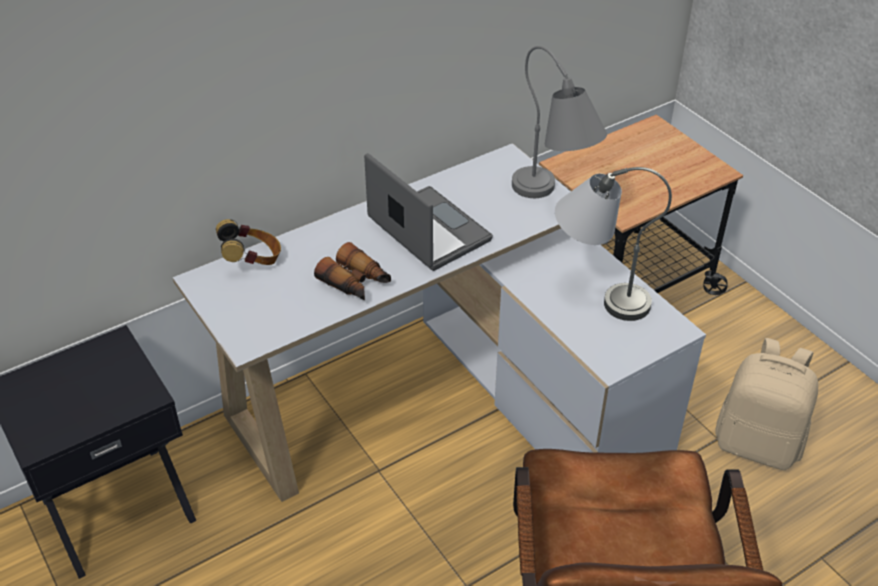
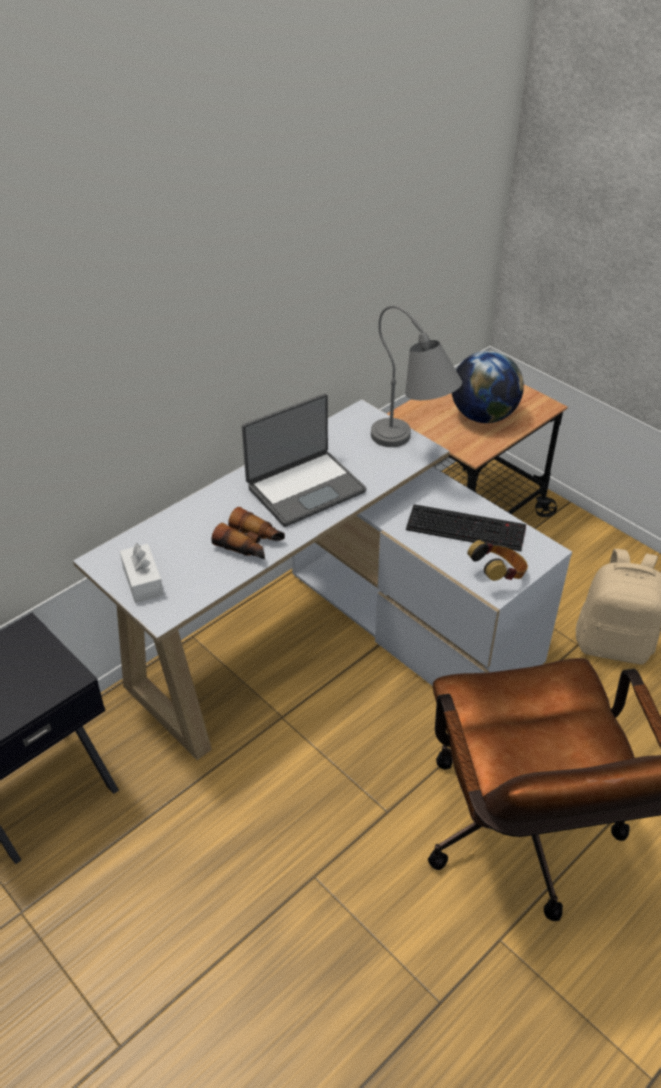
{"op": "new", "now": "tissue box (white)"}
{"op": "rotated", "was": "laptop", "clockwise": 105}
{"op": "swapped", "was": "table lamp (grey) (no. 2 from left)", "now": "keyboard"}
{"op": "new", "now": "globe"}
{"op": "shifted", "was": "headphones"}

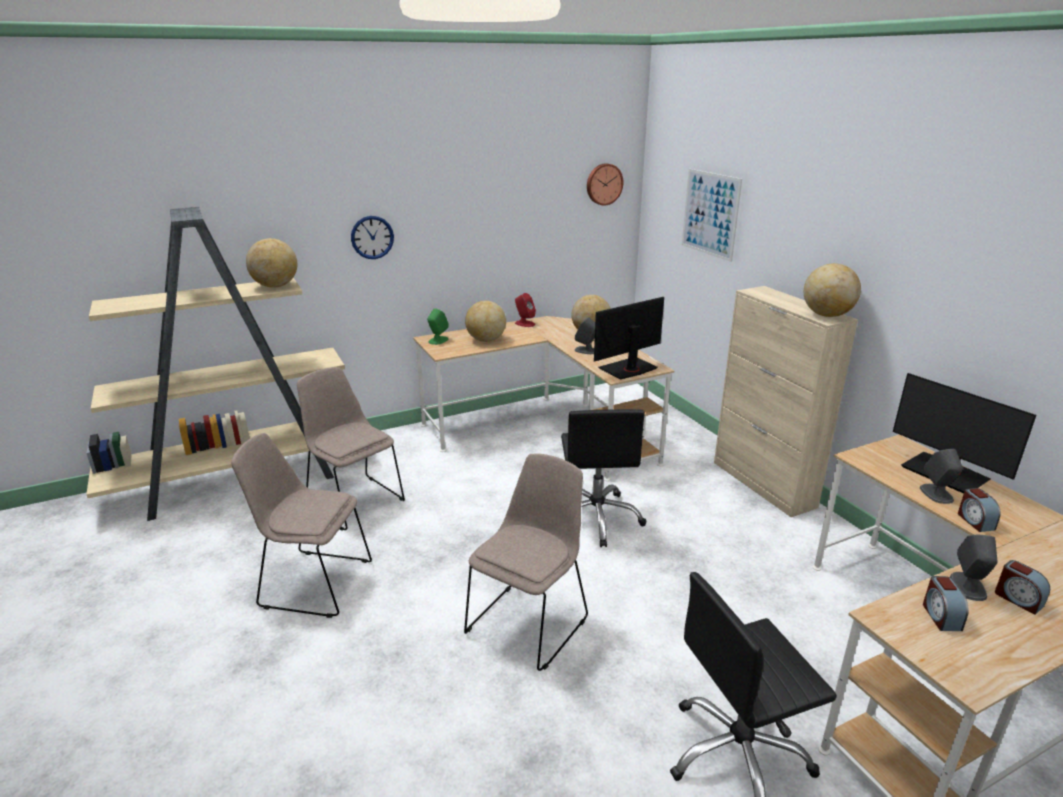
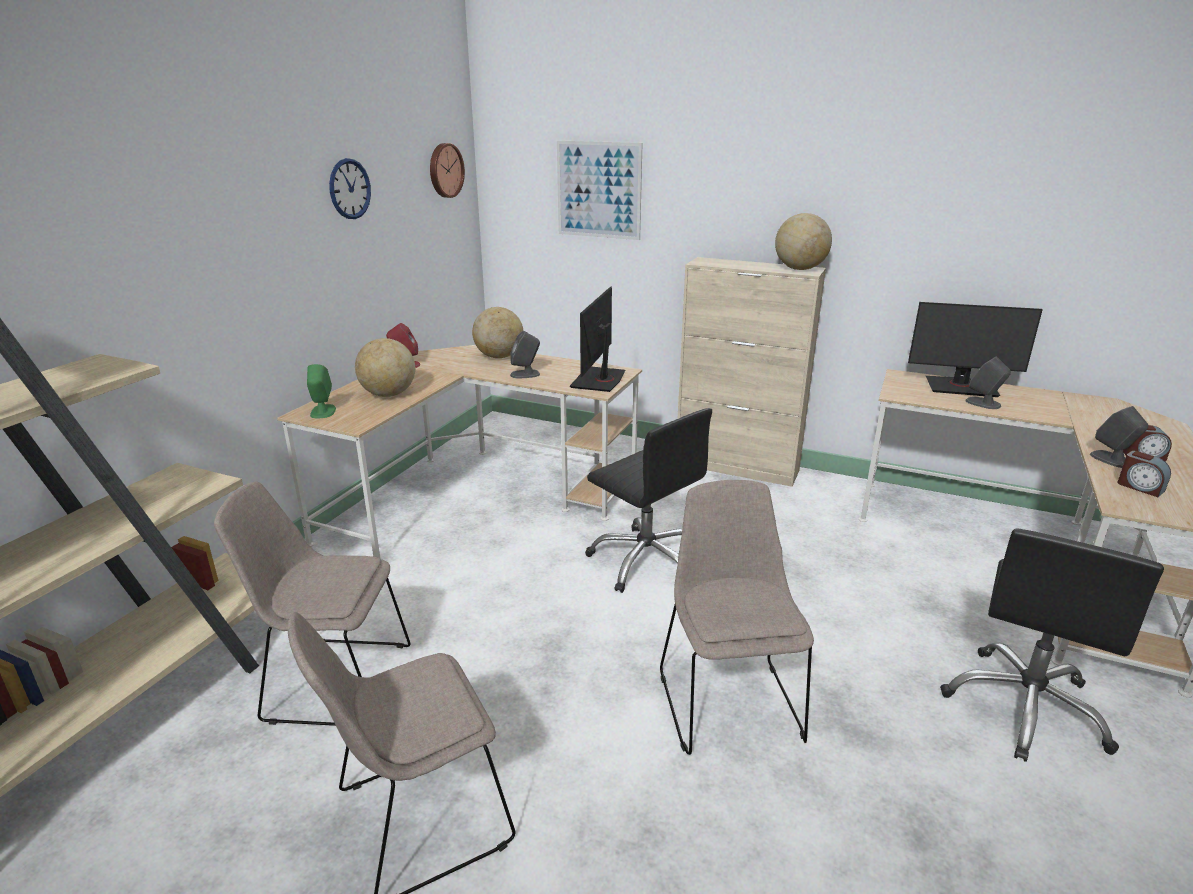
{"op": "shifted", "was": "wall clock (no. 1 from left)"}
{"op": "gone", "was": "globe (no. 1 from left)"}
{"op": "gone", "was": "alarm clock (no. 2 from left)"}

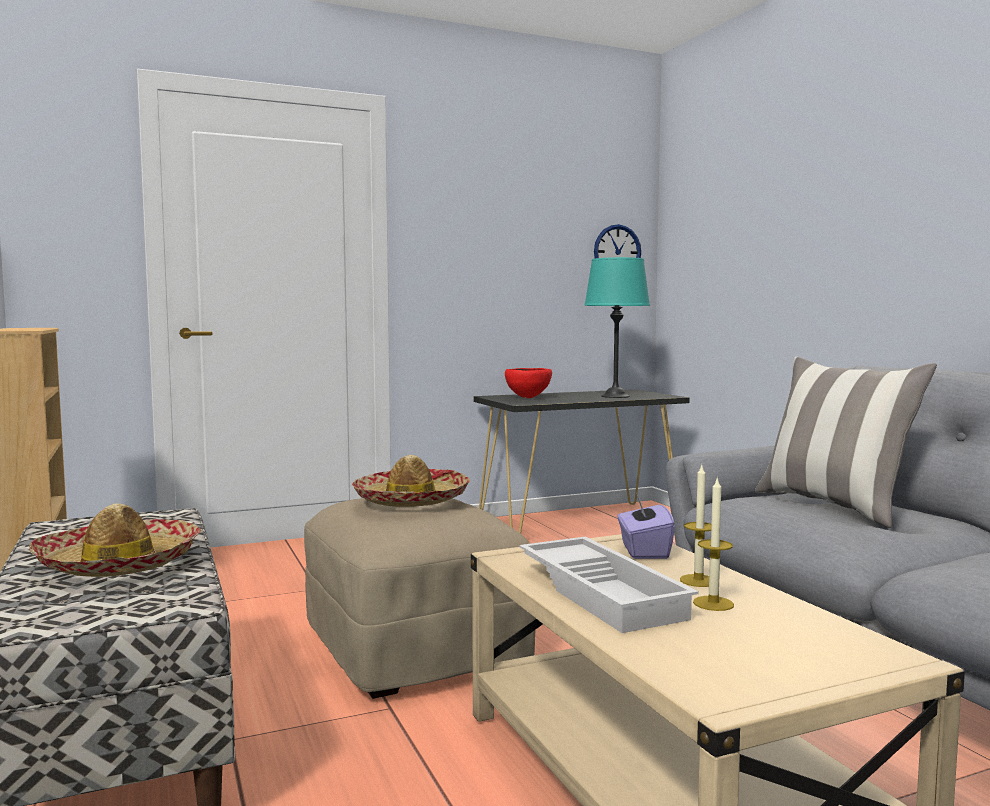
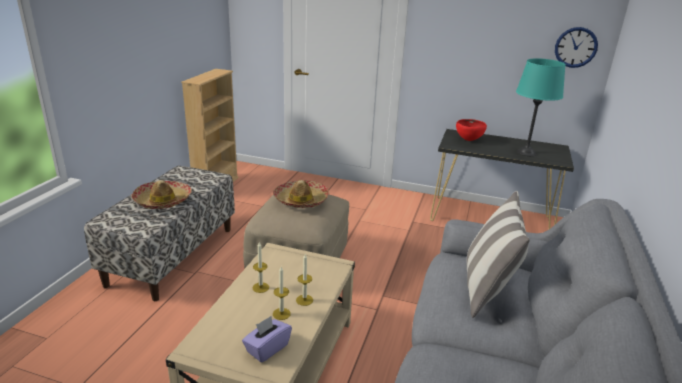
{"op": "shifted", "was": "tissue box (purple)"}
{"op": "swapped", "was": "tray (white)", "now": "candle (no. 1 from left)"}

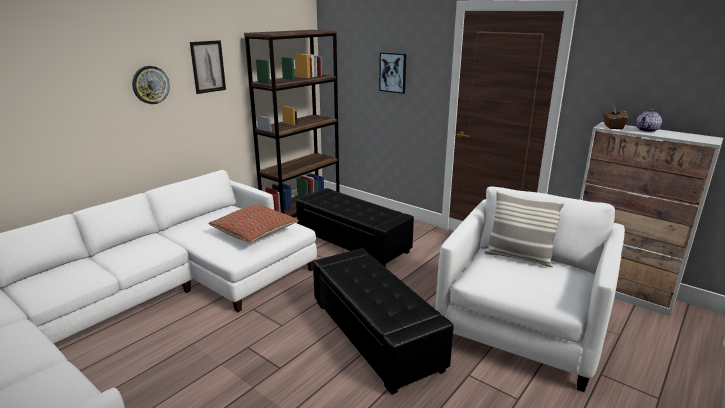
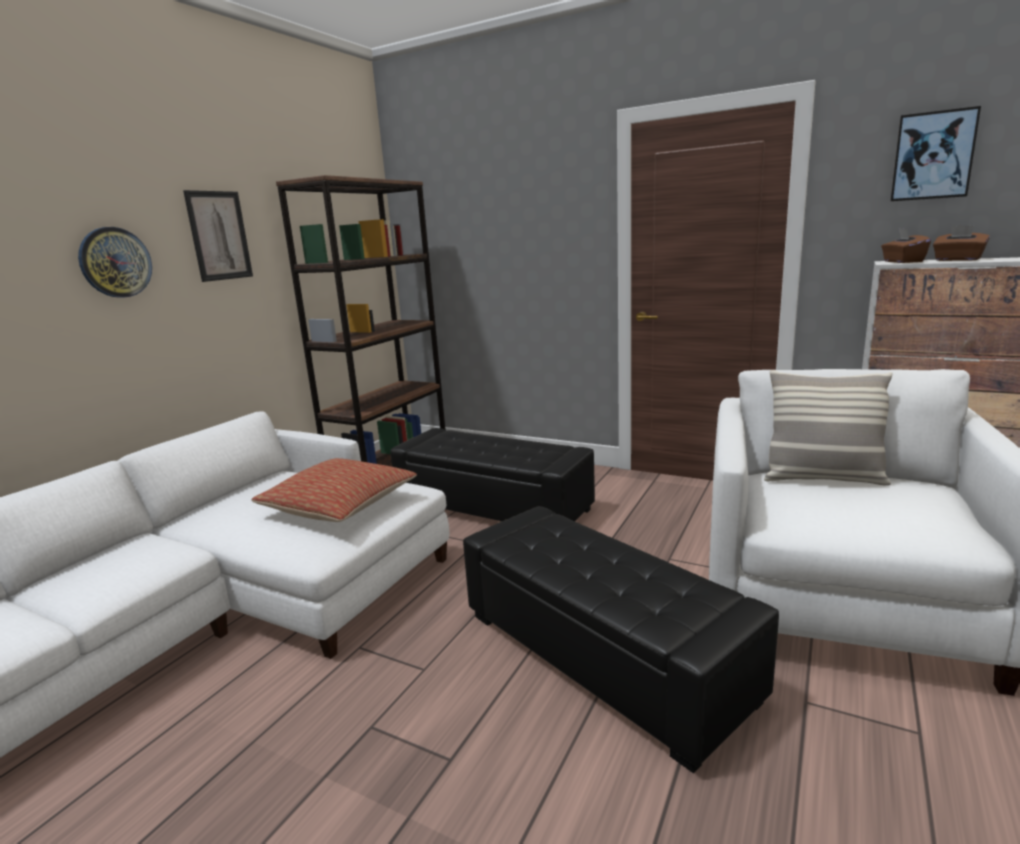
{"op": "shifted", "was": "picture (no. 2 from left)"}
{"op": "swapped", "was": "teapot", "now": "tissue box (brown) (no. 2 from left)"}

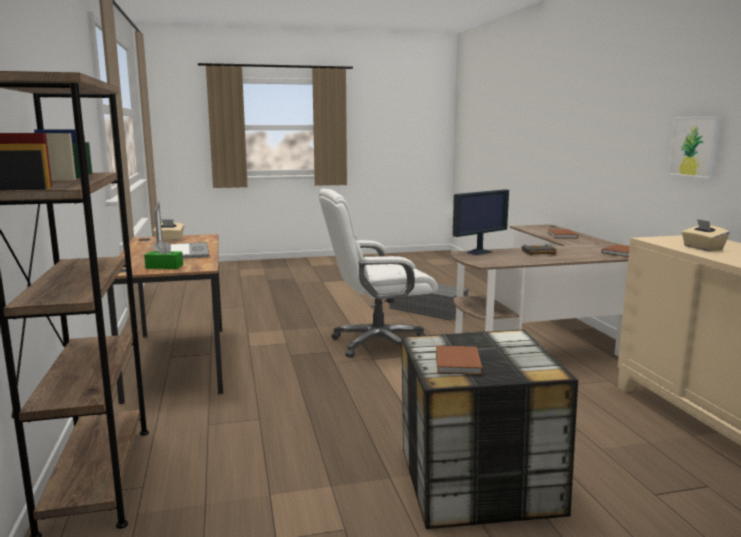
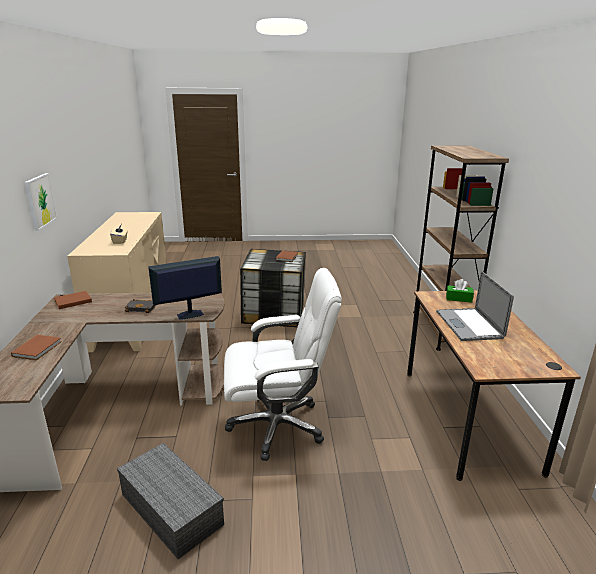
{"op": "gone", "was": "tissue box (beige) (no. 1 from left)"}

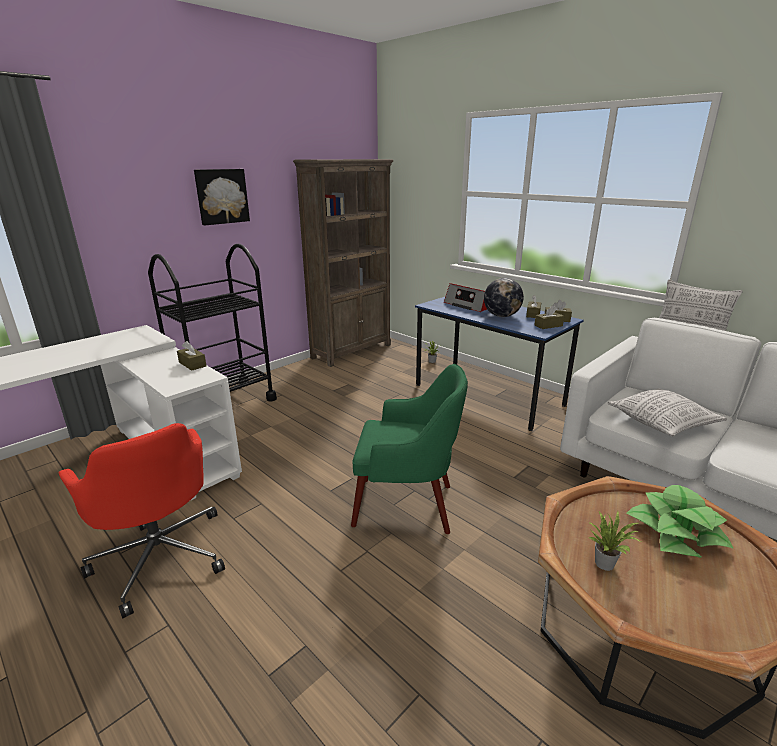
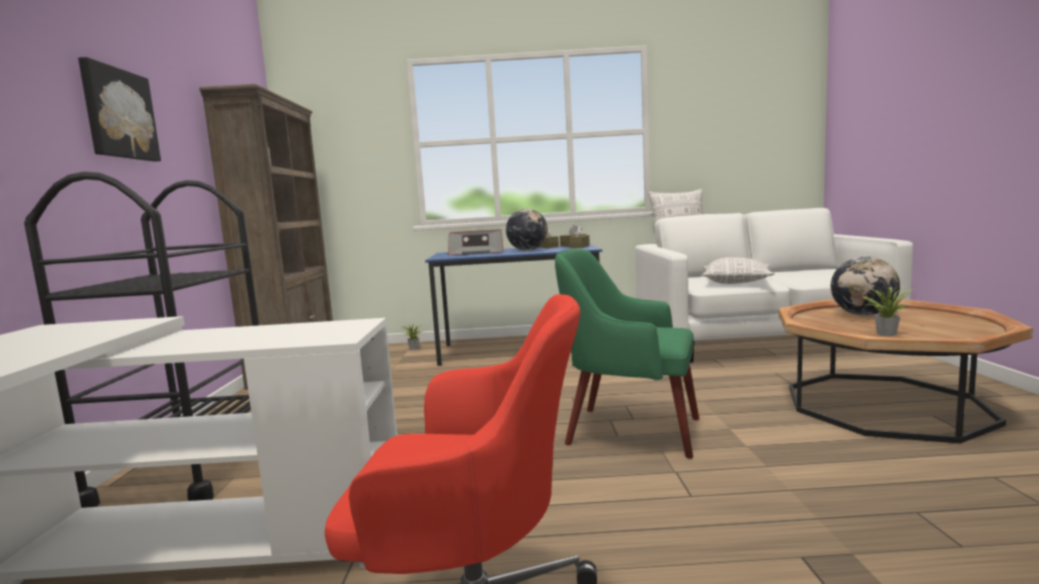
{"op": "rotated", "was": "armchair (green)", "clockwise": -120}
{"op": "swapped", "was": "potted plant (no. 3 from left)", "now": "globe (no. 2 from left)"}
{"op": "gone", "was": "tissue box (brown) (no. 1 from left)"}

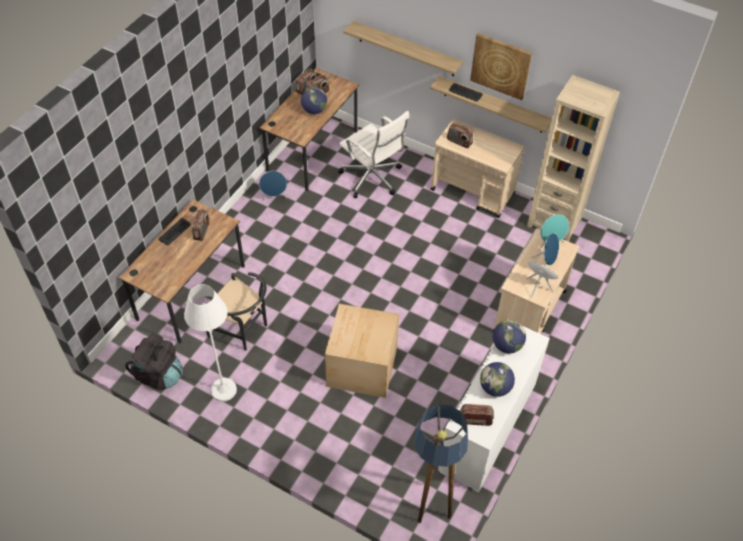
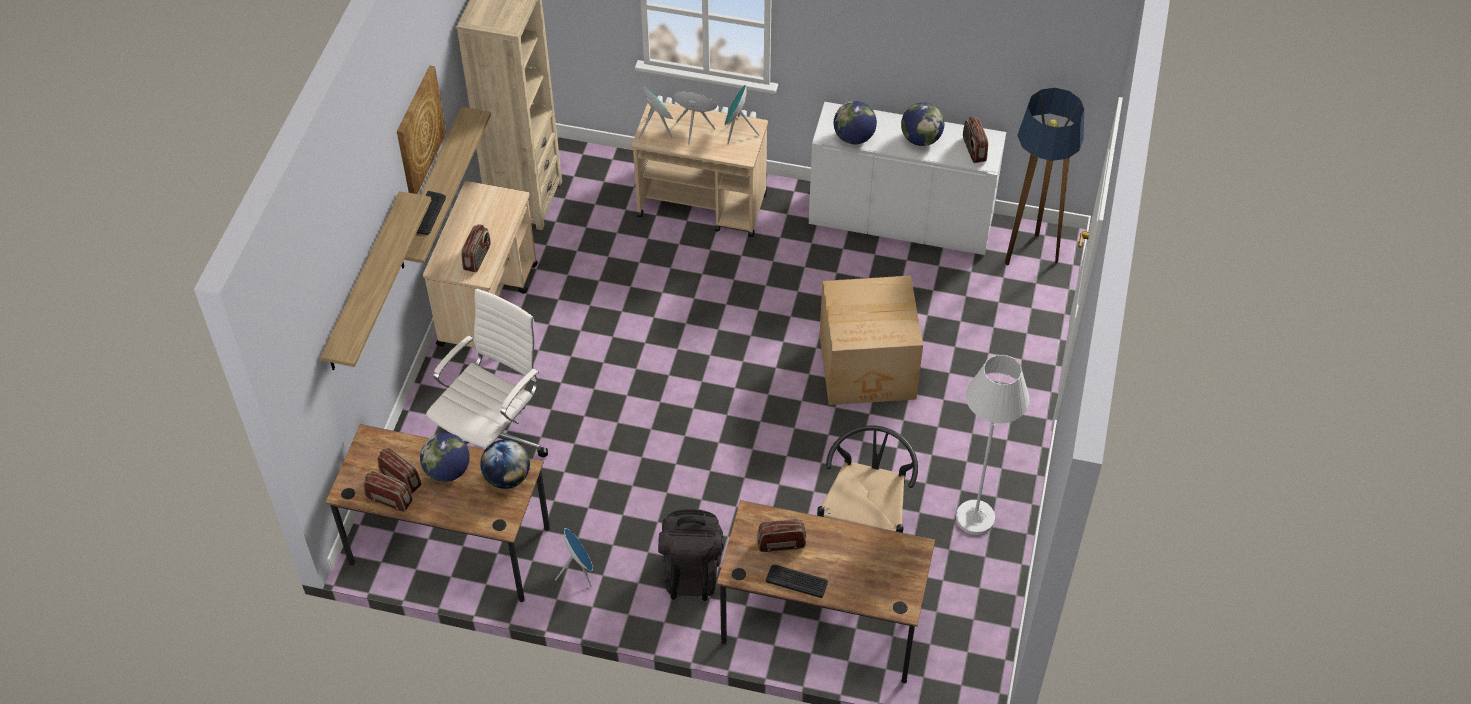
{"op": "new", "now": "globe (no. 2 from left)"}
{"op": "shifted", "was": "backpack (black)"}

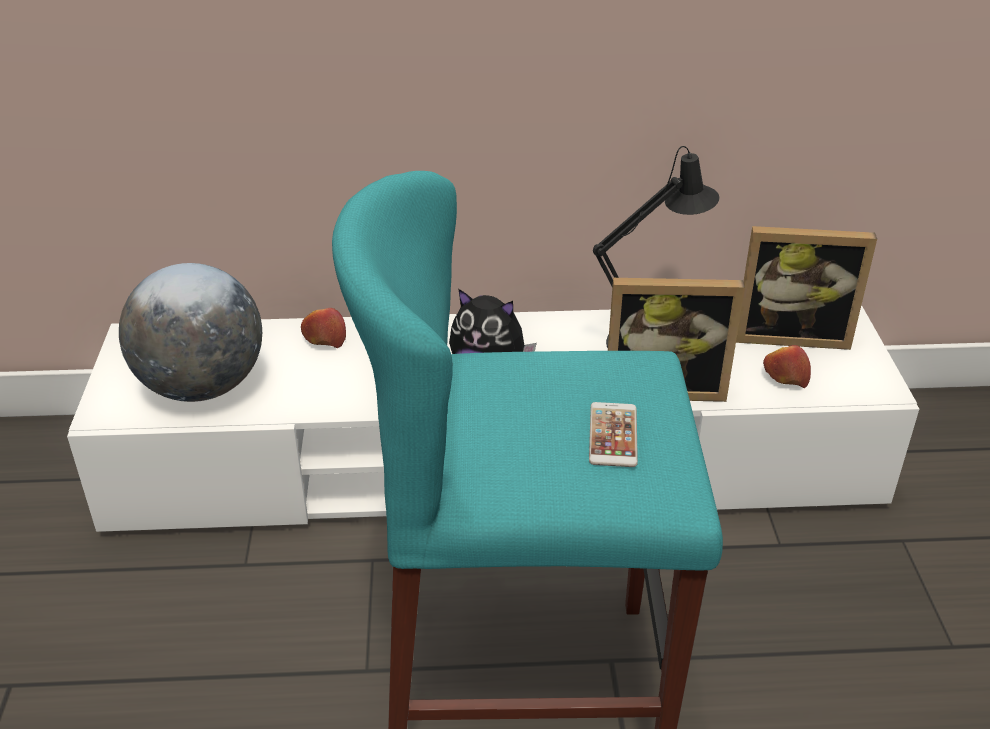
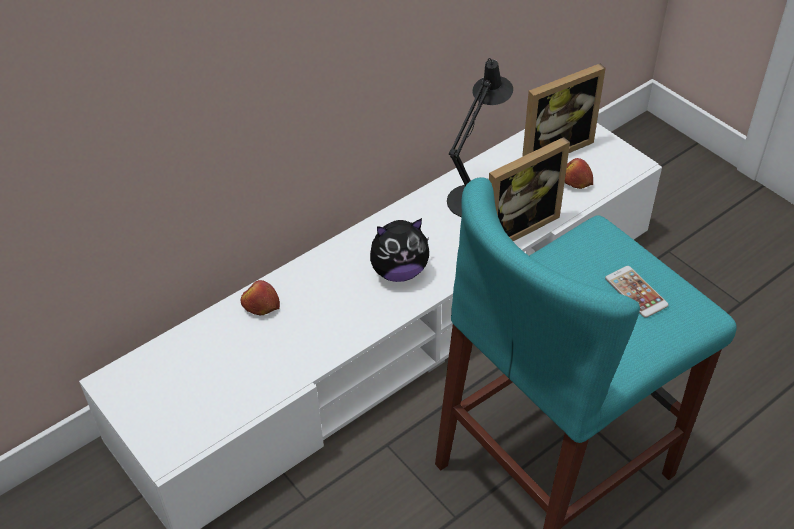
{"op": "gone", "was": "globe"}

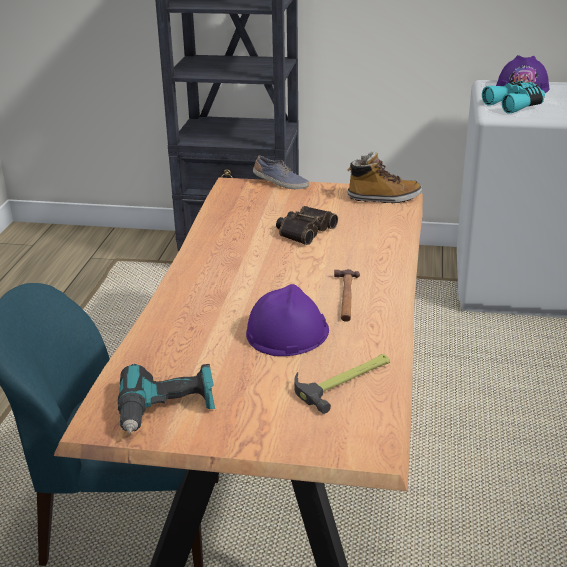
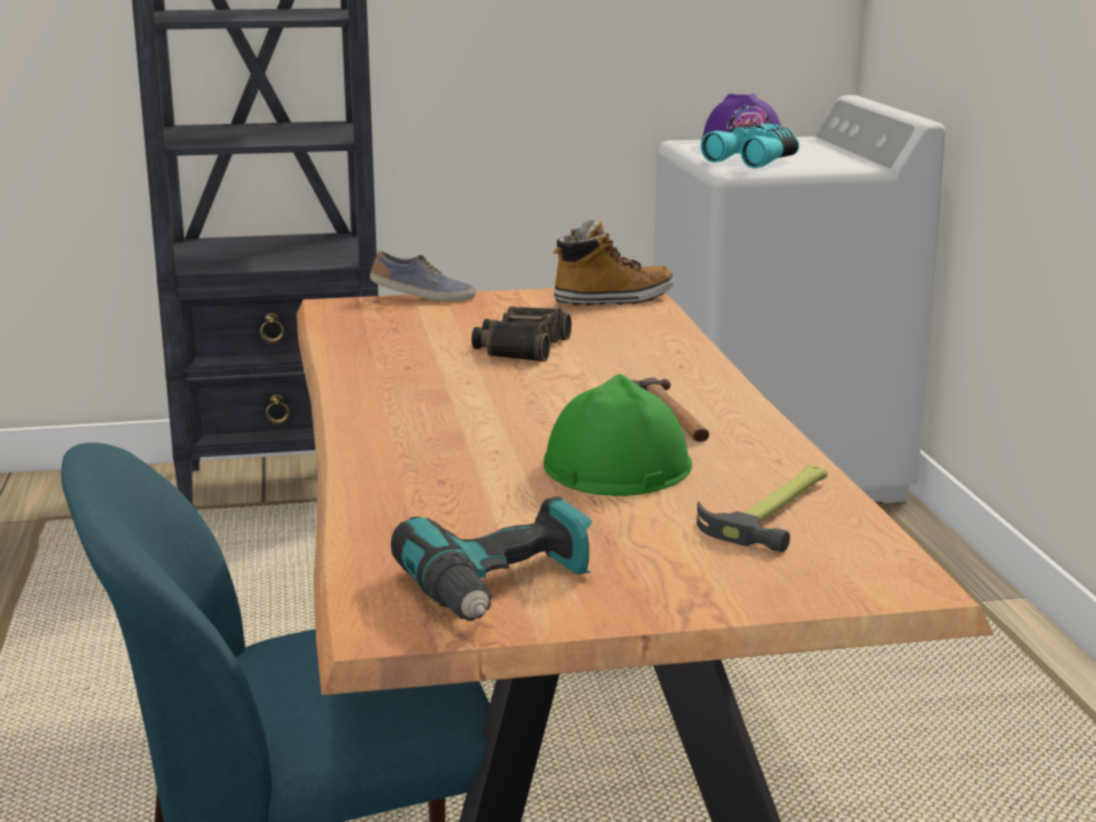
{"op": "repainted", "was": "hard hat (purple) (no. 1 from left)", "now": "hard hat (green)"}

